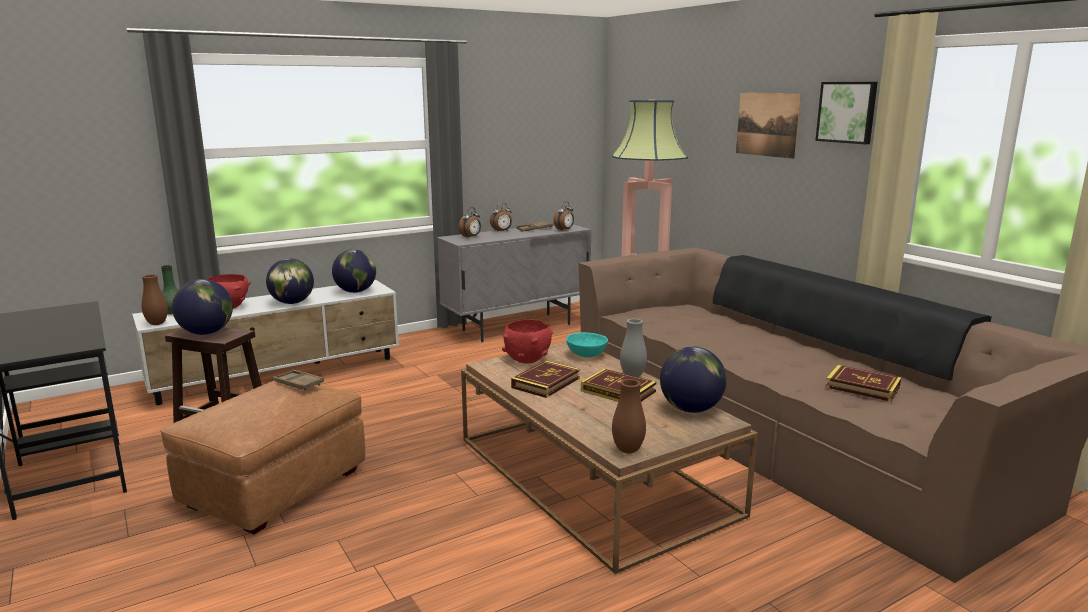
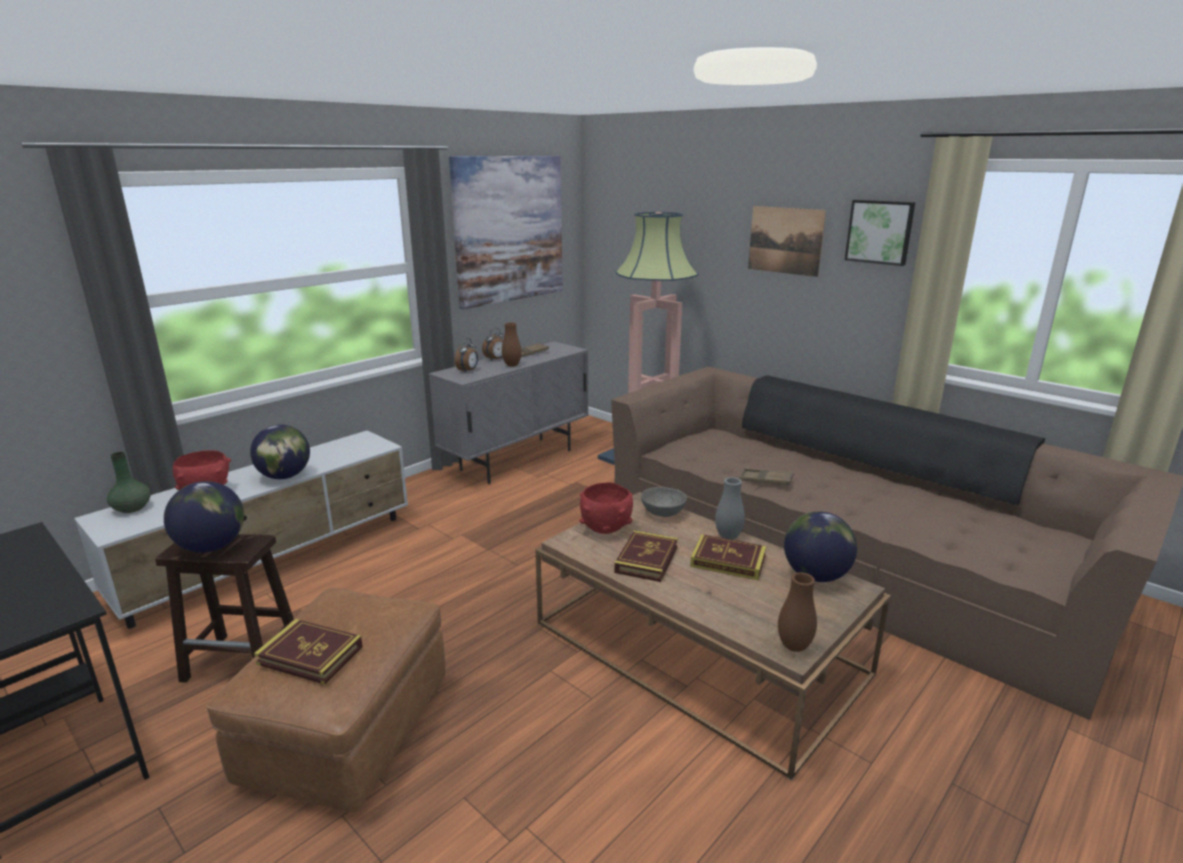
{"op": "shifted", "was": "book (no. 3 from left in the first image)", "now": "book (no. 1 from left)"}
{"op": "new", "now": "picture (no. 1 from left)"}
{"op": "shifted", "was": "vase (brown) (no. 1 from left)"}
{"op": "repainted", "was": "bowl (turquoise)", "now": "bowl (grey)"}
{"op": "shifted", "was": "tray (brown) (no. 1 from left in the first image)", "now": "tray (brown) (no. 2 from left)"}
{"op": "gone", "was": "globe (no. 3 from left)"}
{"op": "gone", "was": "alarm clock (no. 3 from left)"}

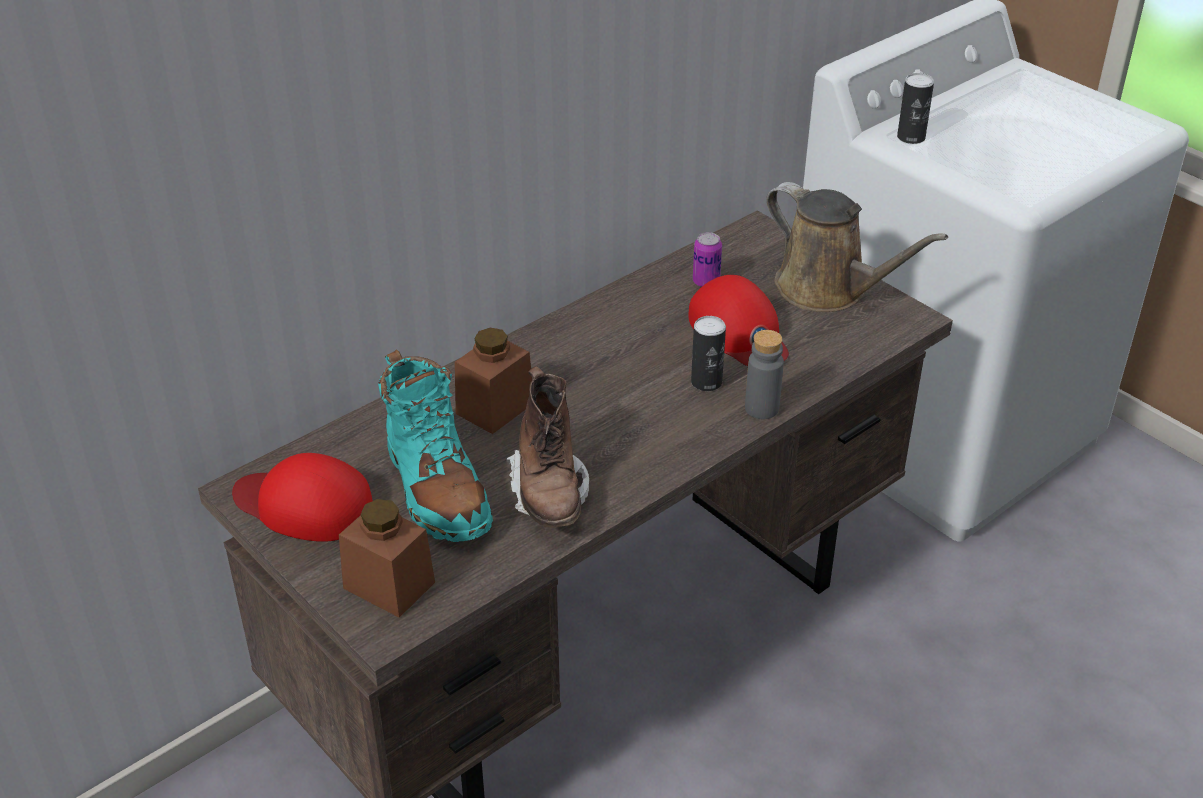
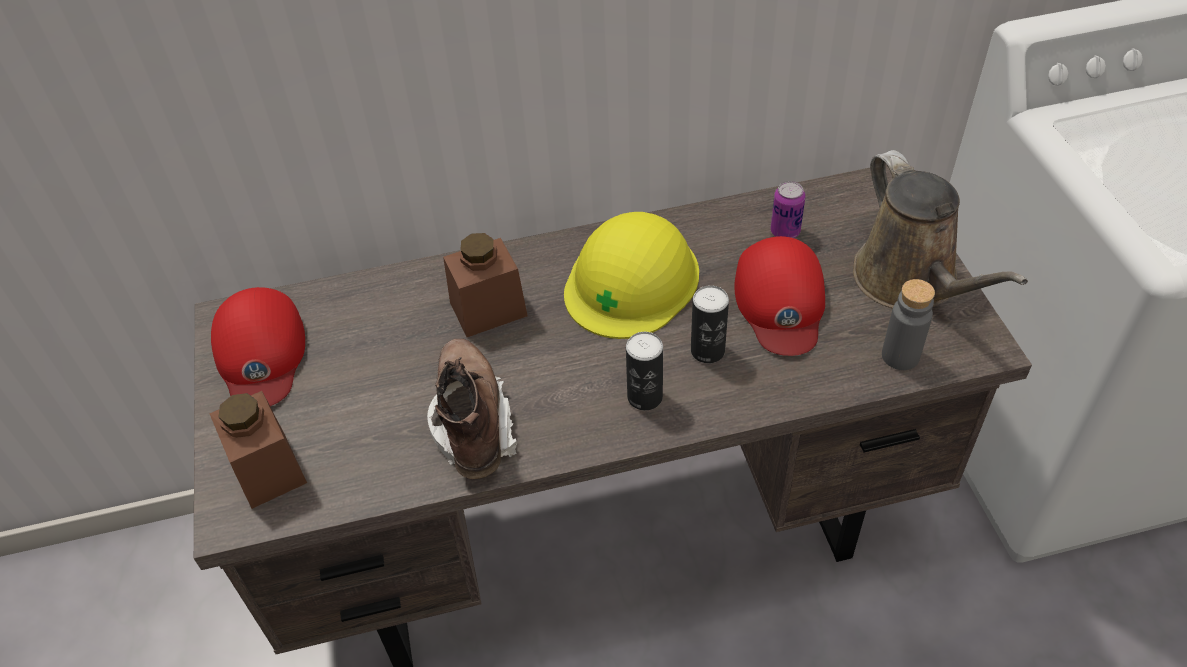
{"op": "rotated", "was": "cap (red) (no. 1 from left)", "clockwise": -150}
{"op": "rotated", "was": "boot (brown)", "clockwise": 150}
{"op": "new", "now": "hard hat (yellow)"}
{"op": "shifted", "was": "can (no. 3 from left in the first image)", "now": "can (no. 1 from left)"}
{"op": "shifted", "was": "bottle (grey)"}
{"op": "gone", "was": "boot (turquoise)"}

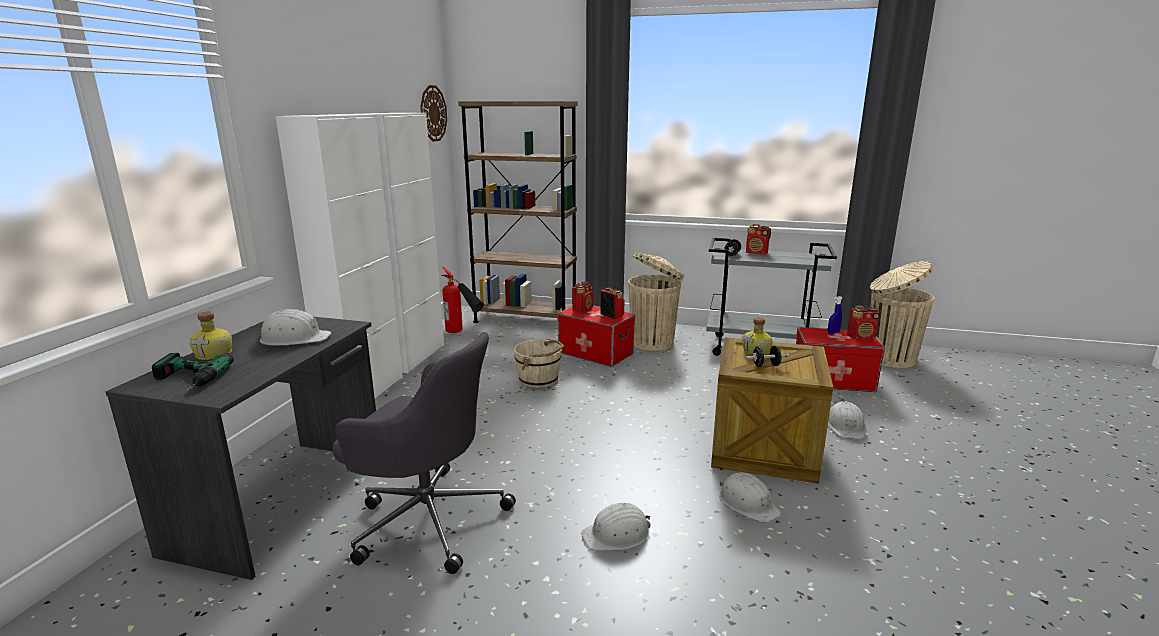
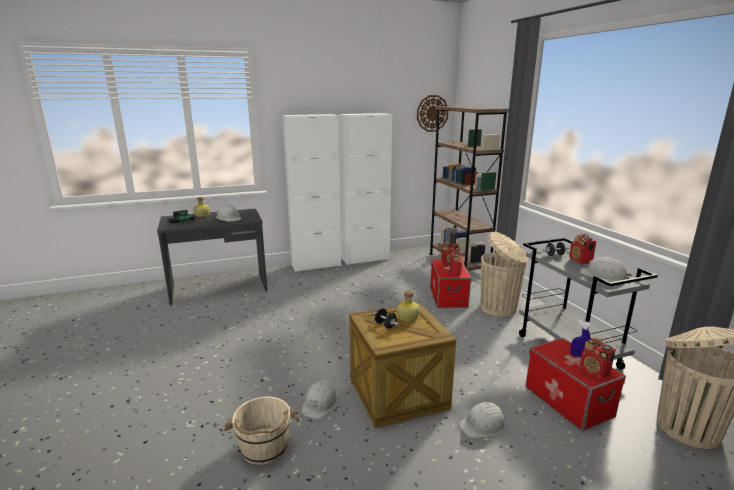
{"op": "shifted", "was": "bucket (beige)"}
{"op": "shifted", "was": "hard hat (white) (no. 2 from left in the first image)", "now": "hard hat (white) (no. 4 from left)"}
{"op": "gone", "was": "office chair (grey)"}
{"op": "gone", "was": "fire extinguisher"}

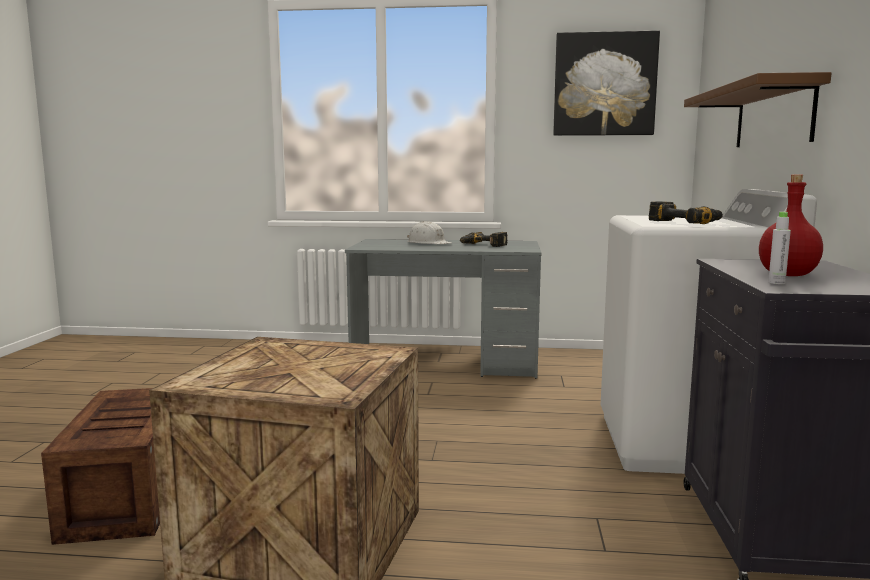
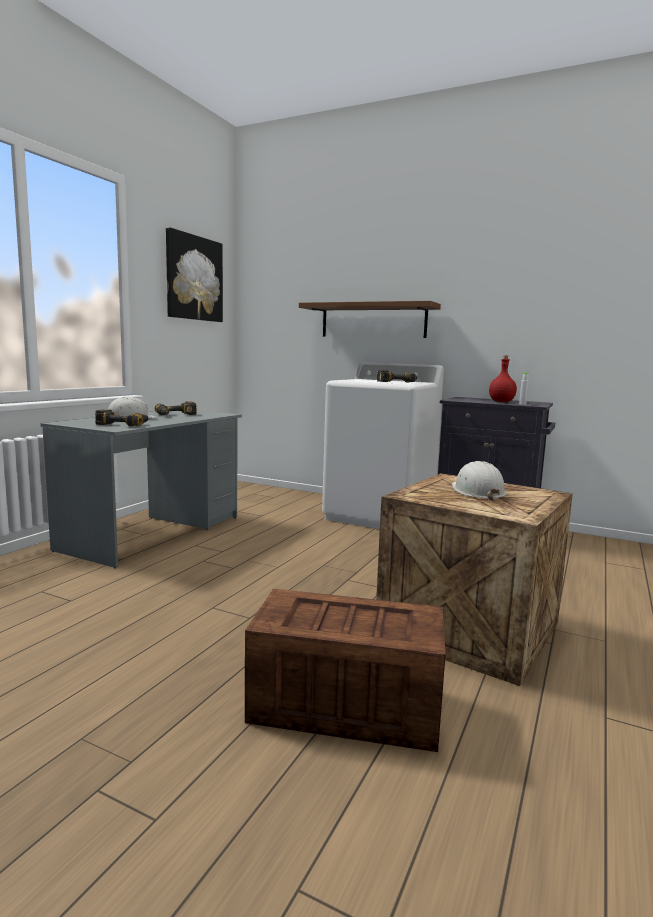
{"op": "new", "now": "power drill (no. 1 from left)"}
{"op": "new", "now": "hard hat (white) (no. 2 from left)"}

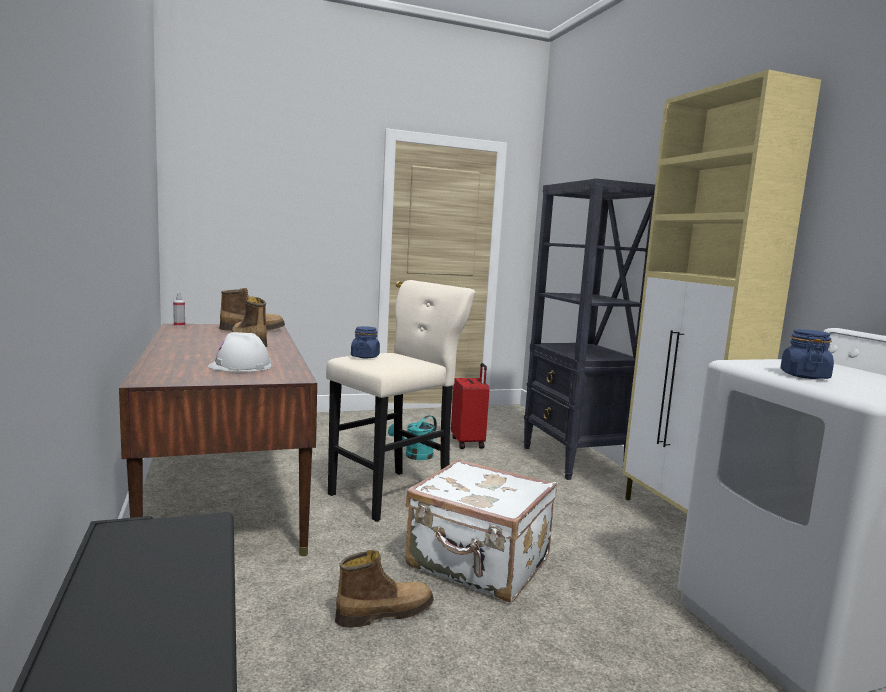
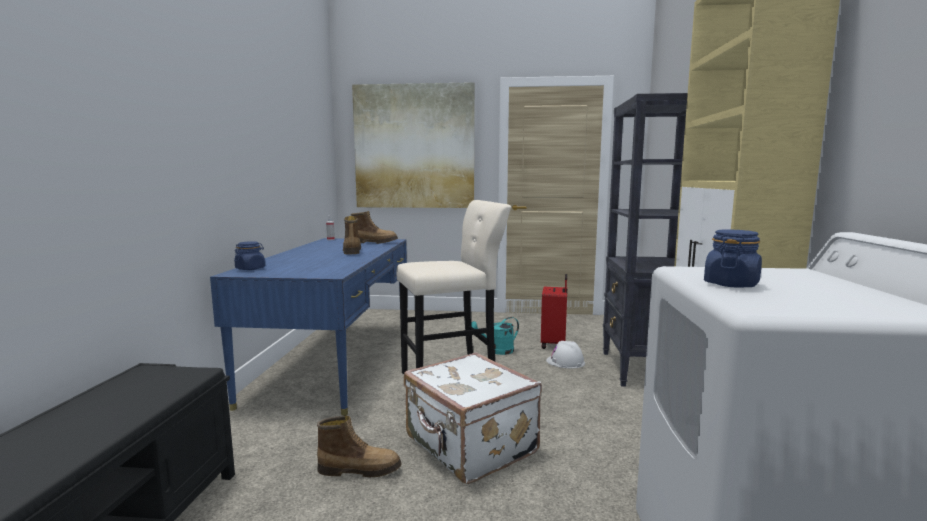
{"op": "repainted", "was": "desk (brown)", "now": "desk (blue)"}
{"op": "shifted", "was": "jar (blue) (no. 1 from left)"}
{"op": "new", "now": "picture"}
{"op": "shifted", "was": "hard hat (white)"}

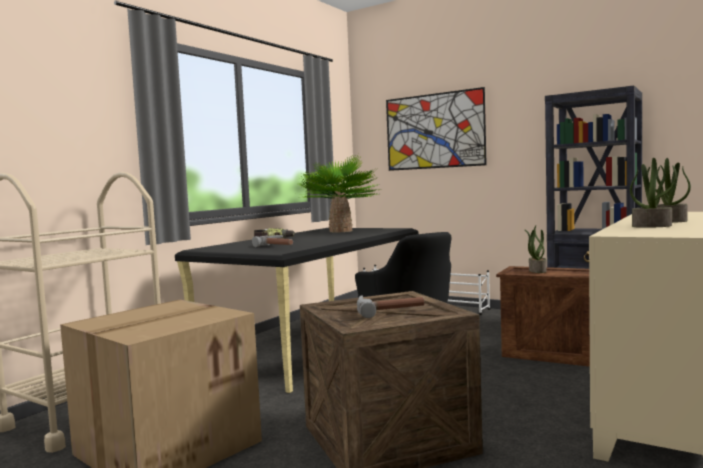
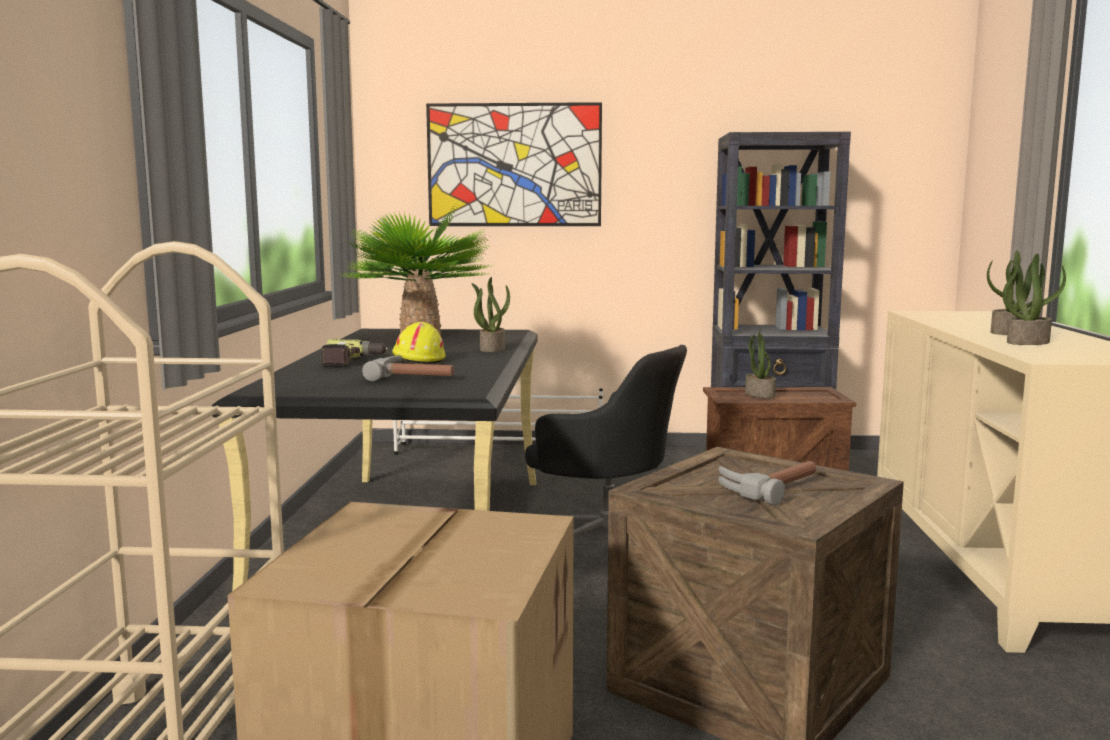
{"op": "new", "now": "hard hat (yellow)"}
{"op": "new", "now": "potted plant (no. 2 from left)"}

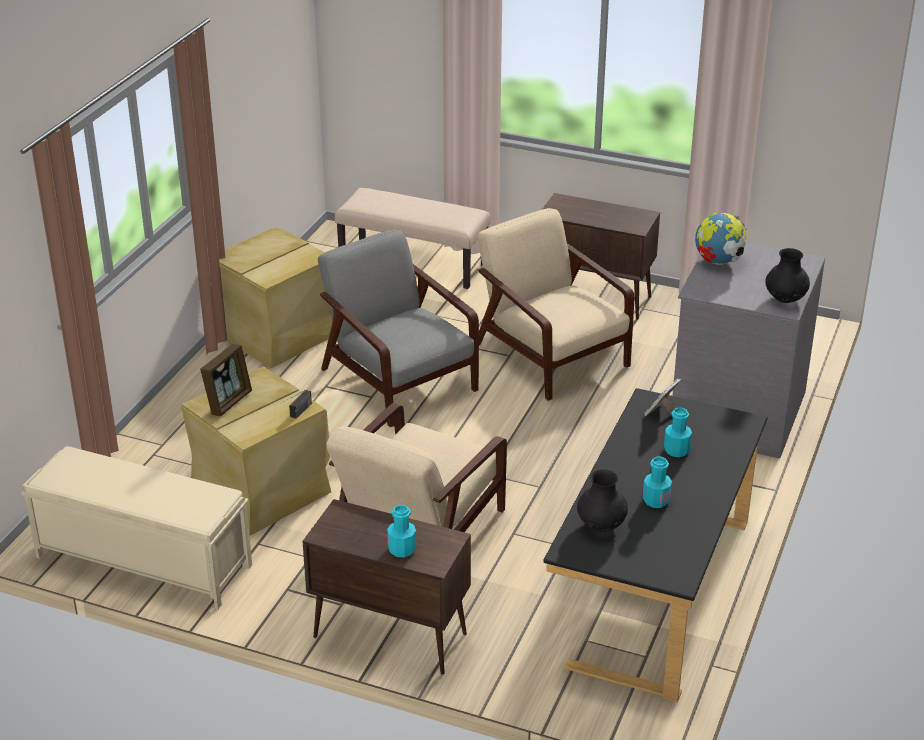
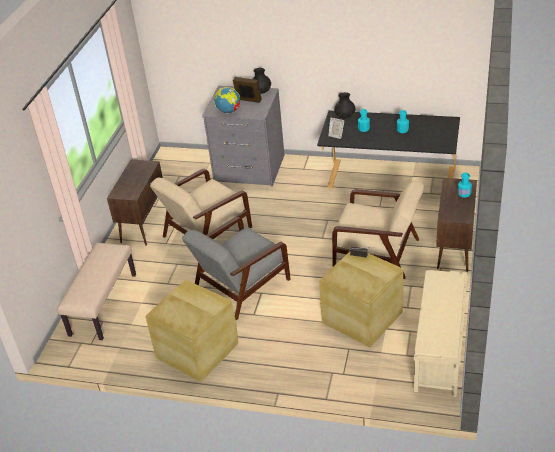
{"op": "shifted", "was": "picture frame (no. 1 from left)"}
{"op": "shifted", "was": "vase (black) (no. 1 from left in the first image)", "now": "vase (black) (no. 2 from left)"}

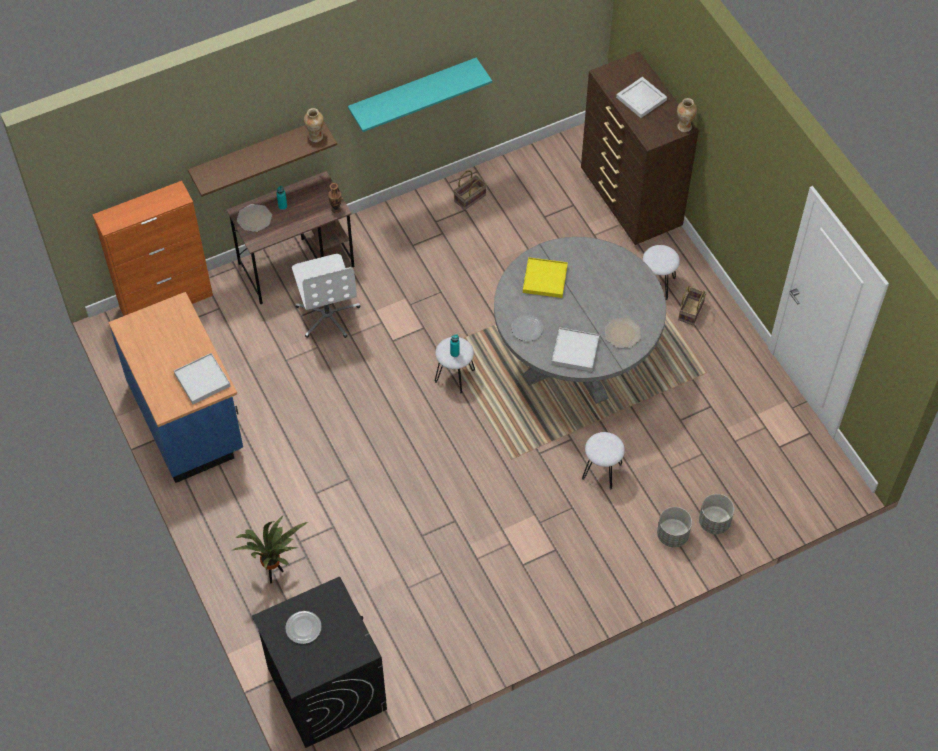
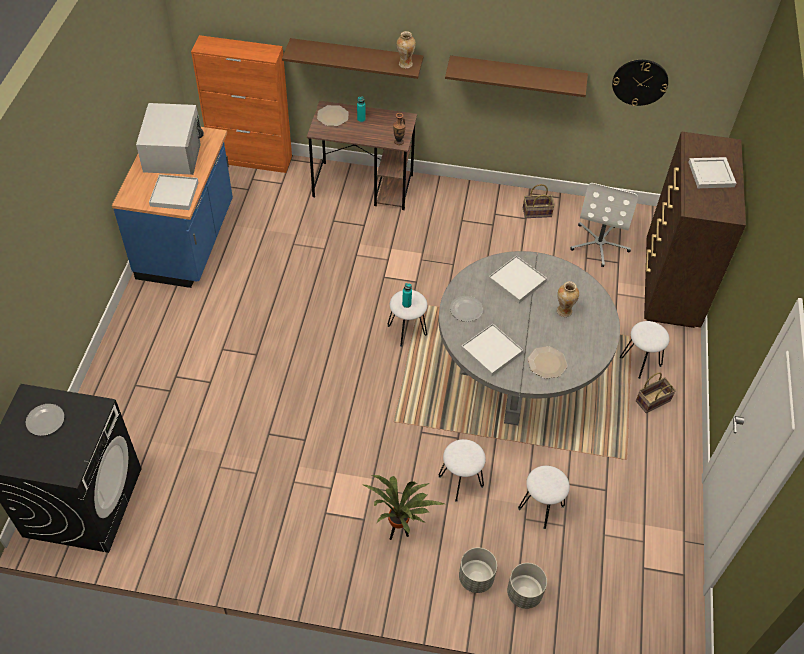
{"op": "new", "now": "microwave (white)"}
{"op": "shifted", "was": "potted plant"}
{"op": "repainted", "was": "shelf (turquoise)", "now": "shelf (brown) (no. 2 from left)"}
{"op": "repainted", "was": "tray (yellow)", "now": "tray (white) (no. 3 from left)"}
{"op": "new", "now": "stool (white) (no. 3 from left)"}
{"op": "shifted", "was": "vase (no. 3 from left)"}
{"op": "shifted", "was": "office chair (white)"}
{"op": "new", "now": "wall clock"}

